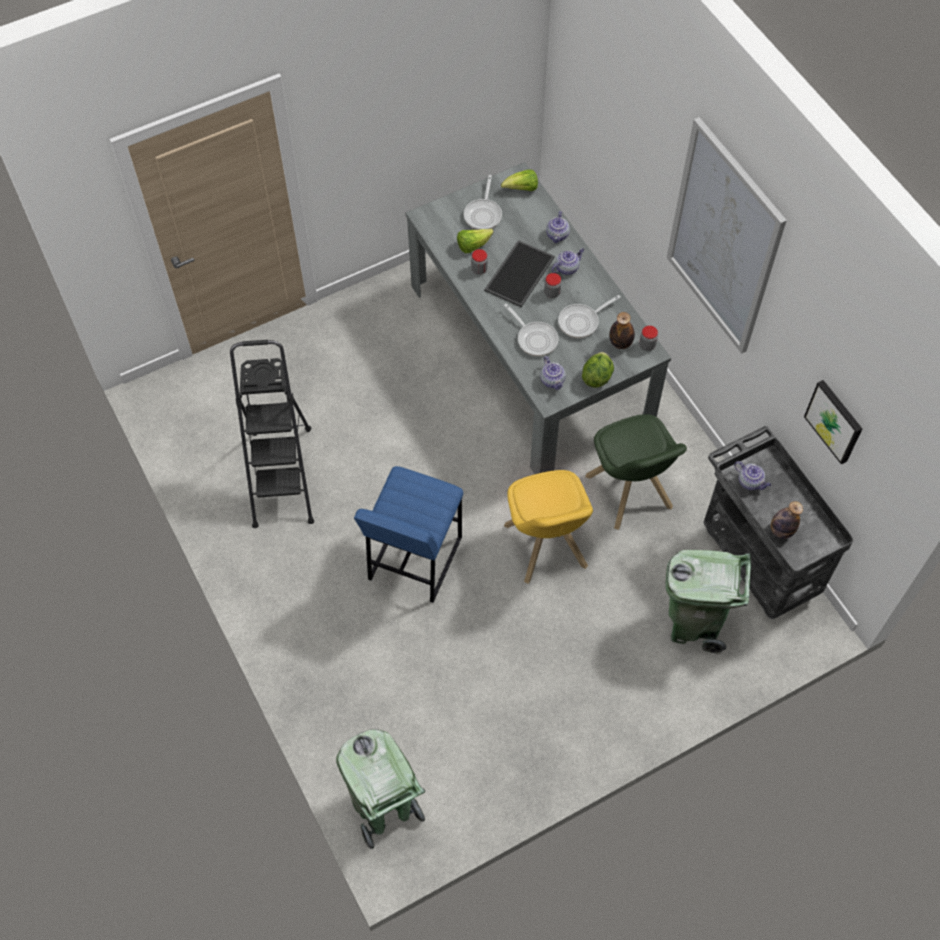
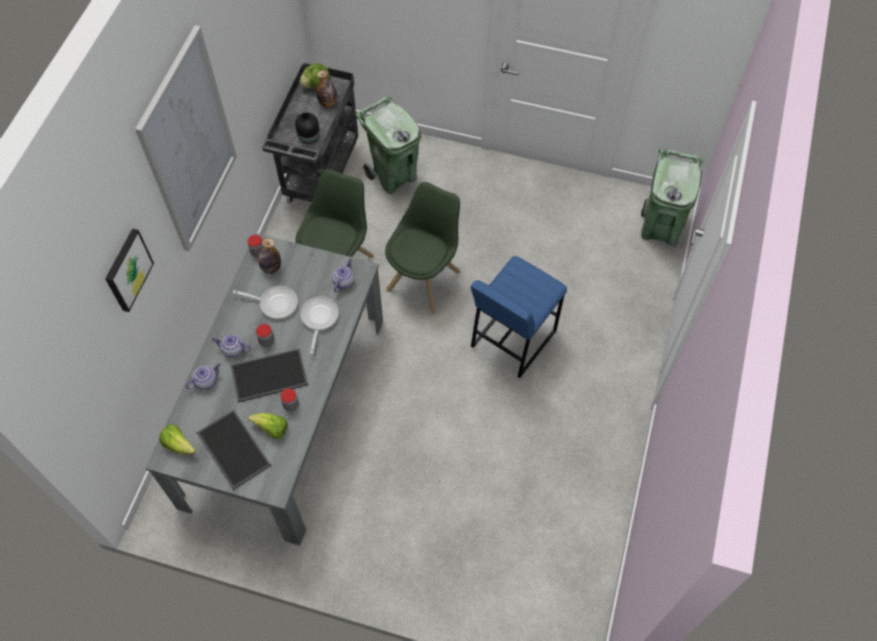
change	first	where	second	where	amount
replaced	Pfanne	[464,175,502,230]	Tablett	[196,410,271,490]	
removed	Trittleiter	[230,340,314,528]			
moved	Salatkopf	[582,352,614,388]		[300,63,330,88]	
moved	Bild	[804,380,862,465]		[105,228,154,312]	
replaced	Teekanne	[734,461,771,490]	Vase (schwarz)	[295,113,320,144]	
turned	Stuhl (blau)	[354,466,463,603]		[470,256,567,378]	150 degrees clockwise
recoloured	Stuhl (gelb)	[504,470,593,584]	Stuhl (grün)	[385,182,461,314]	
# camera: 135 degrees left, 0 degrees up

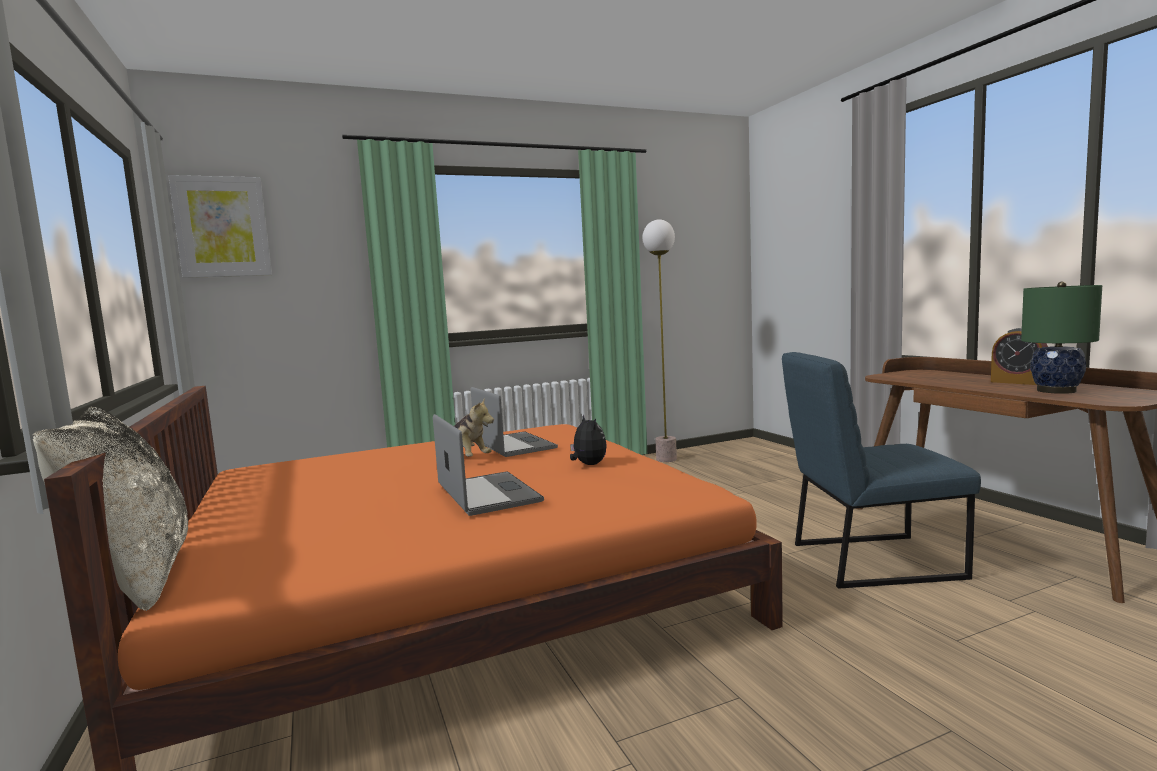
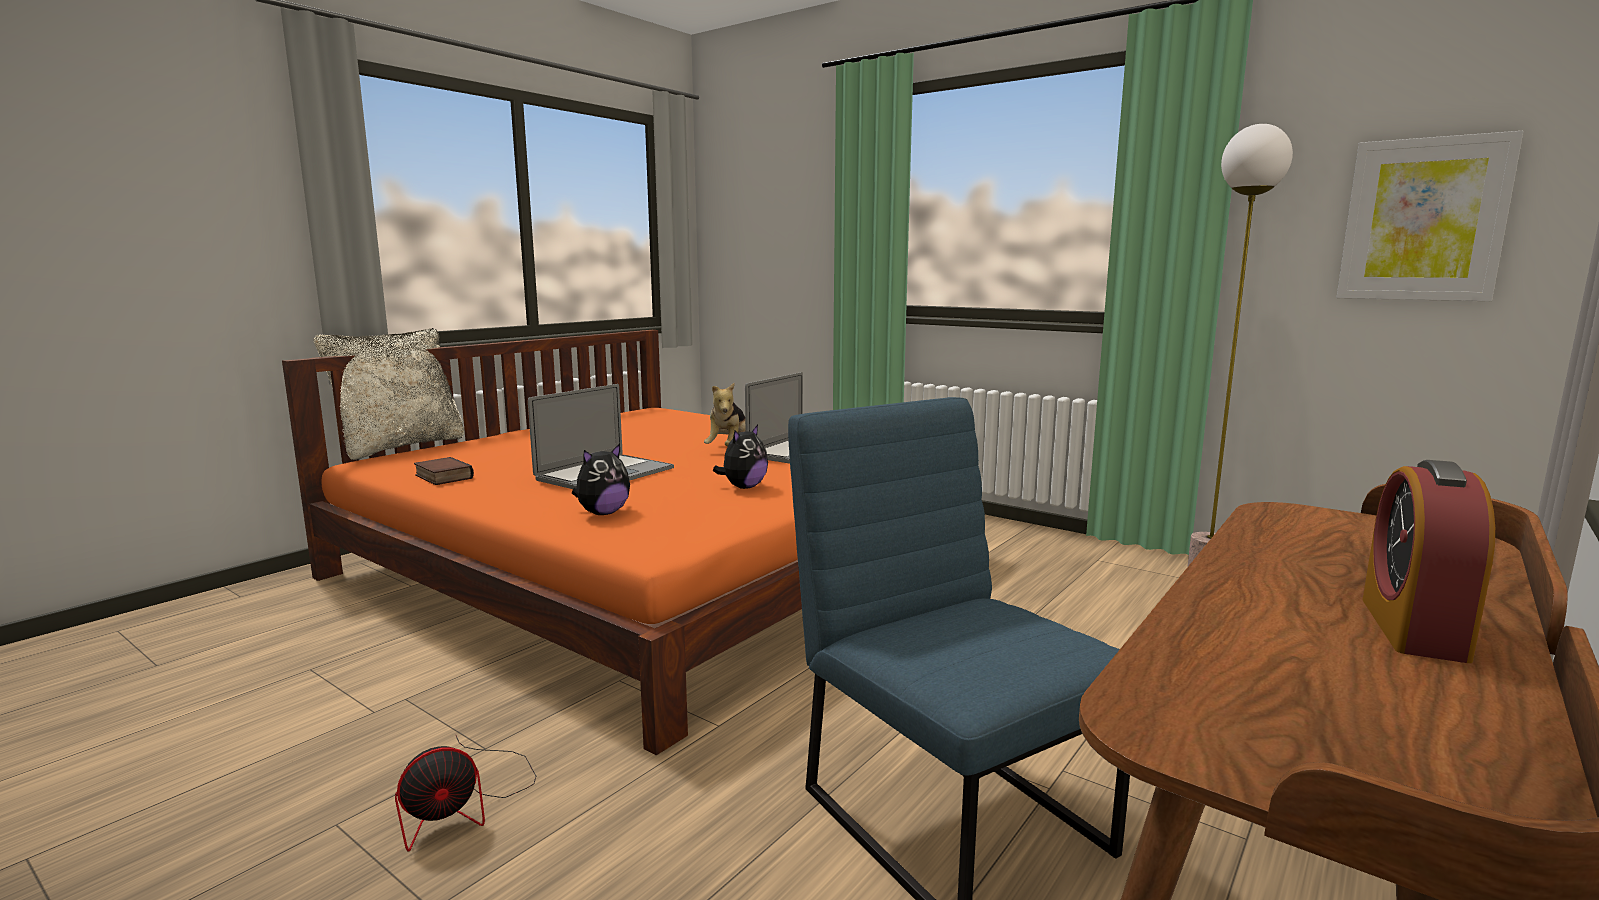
change	first	where	second	where	amount
moved	Bild	[168,175,272,278]		[1336,131,1523,301]	
removed	Tischlampe (grün)	[1021,281,1102,394]			
added			Plüschtier	[572,443,630,515]	
added			Buch	[414,457,474,485]	
added			Ventilator	[395,736,536,852]	
# camera: 60 degrees right, 5 degrees up

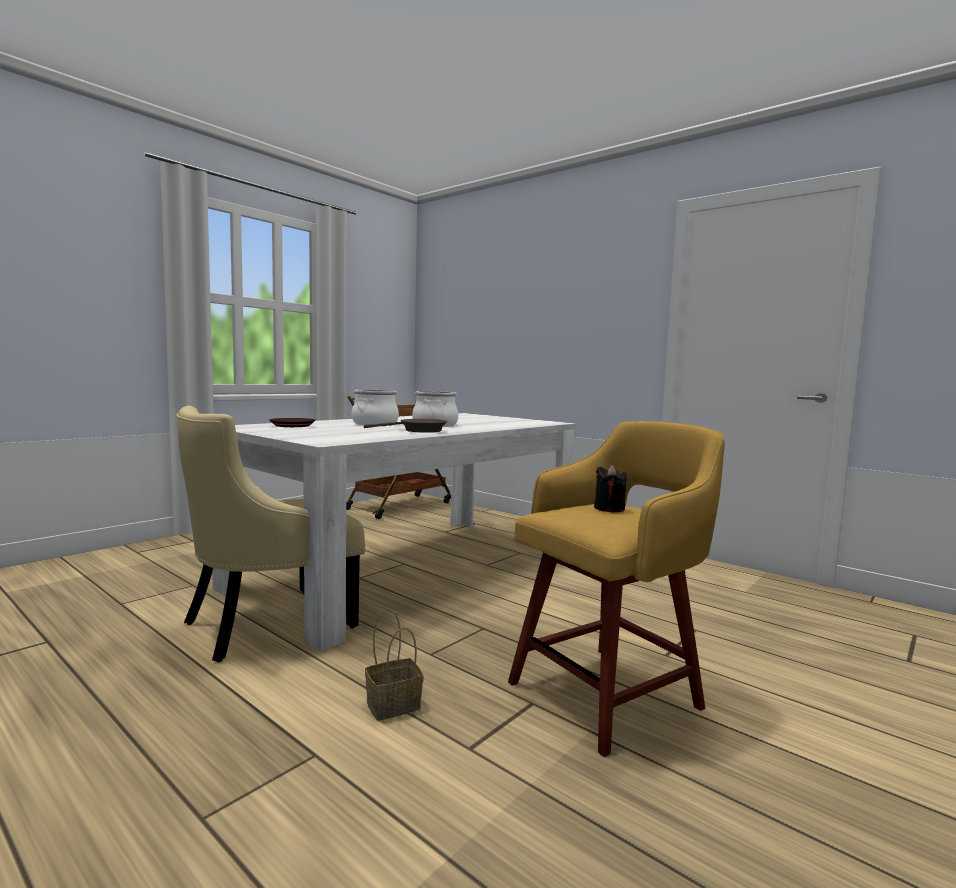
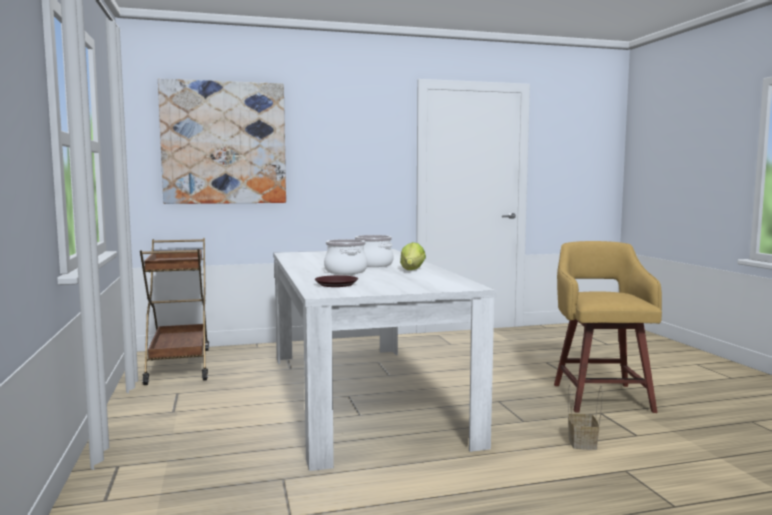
change	first	where	second	where	amount
removed	Stuhl (beige)	[176,406,366,662]			
replaced	Pfanne (braun)	[364,419,447,433]	Salatkopf	[400,242,426,270]	
removed	Kerze (schwarz)	[594,465,627,512]			
added			Bild	[158,79,286,204]	
# camera: 55 degrees left, 0 degrees up

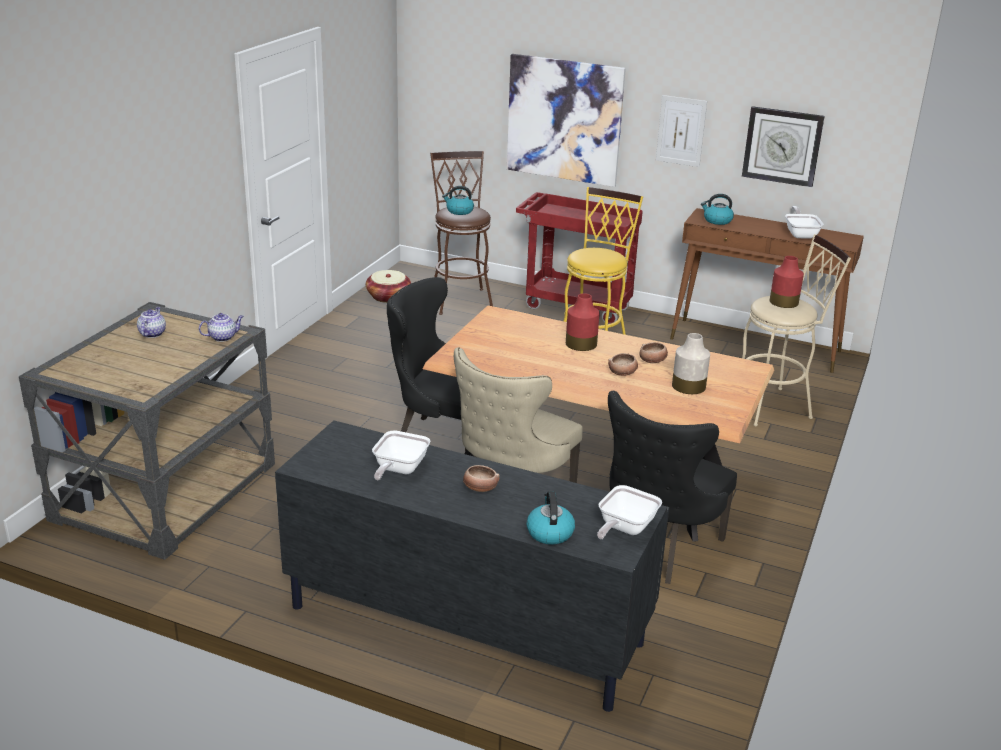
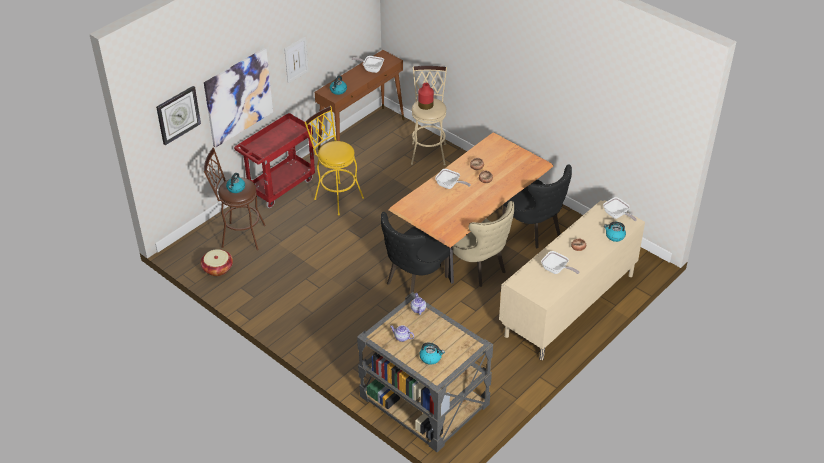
change	first	where	second	where	amount
moved	Wanduhr	[742,106,824,187]		[156,86,201,145]	
replaced	Vase (rot)	[566,293,600,351]	Pfanne	[435,169,471,189]	
removed	Vase (beige)	[672,333,710,394]			
recoloured	Schrank (schwarz)	[275,420,669,712]	Schrank (beige)	[499,200,645,360]	
added			Wasserkessel	[419,343,445,365]	
# camera: 70 degrees left, 15 degrees up

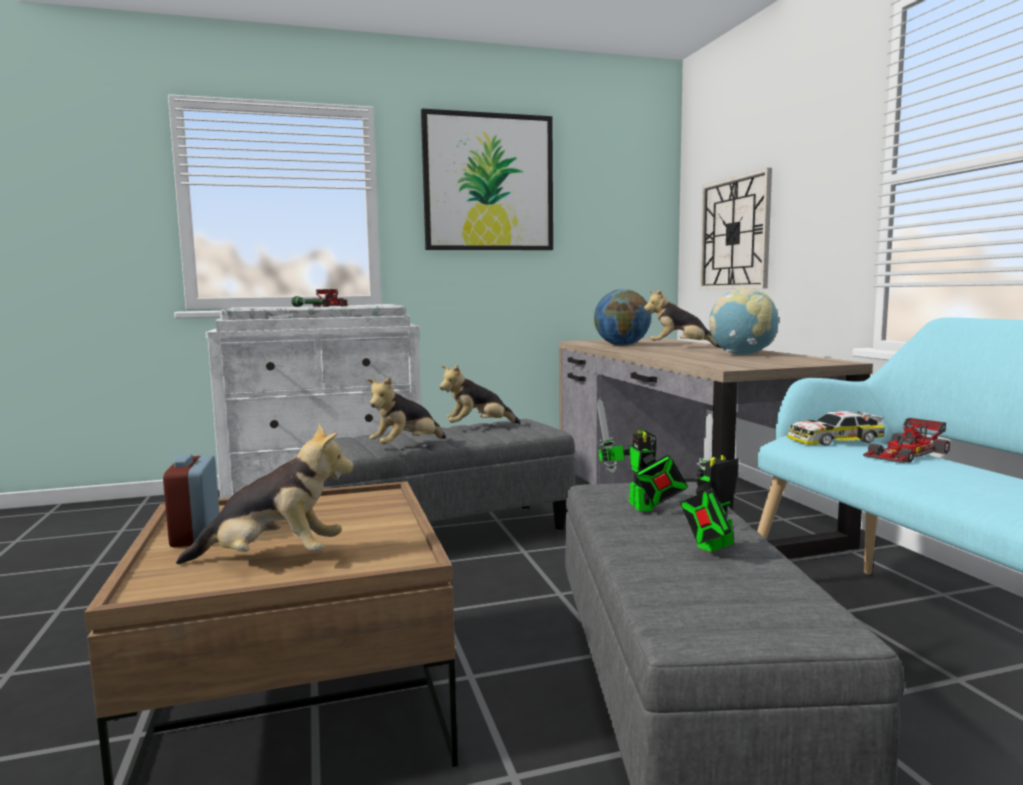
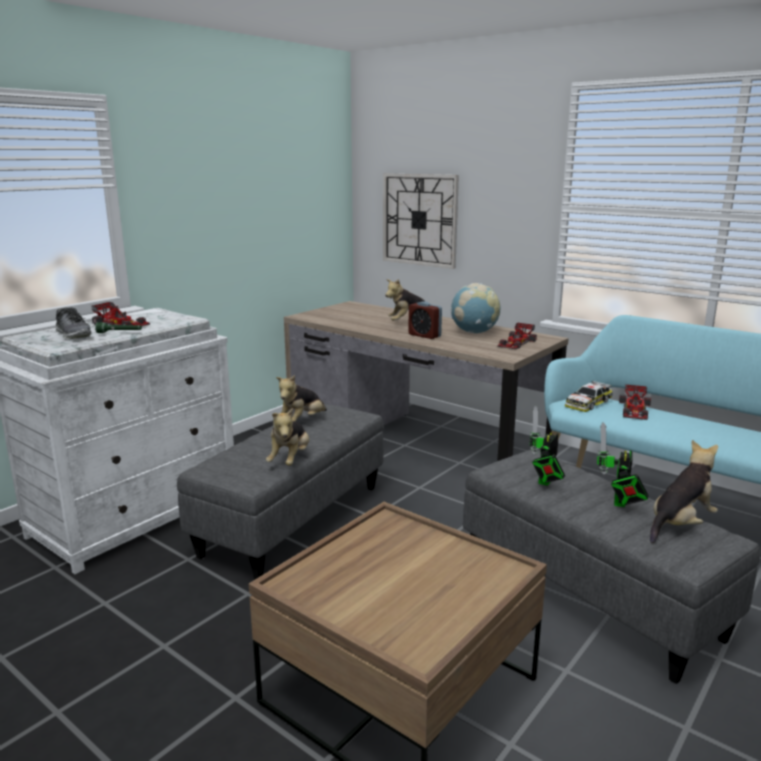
change	first	where	second	where	amount
removed	Bild	[421,109,553,250]			
removed	Globus	[594,289,651,346]			
turned	Spielzeugroboter	[597,398,688,512]		[530,405,565,486]	75 degrees clockwise
moved	Plüschtier	[176,424,354,564]		[650,440,718,543]	
moved	Wecker	[163,454,220,547]		[408,301,442,339]	
added			Schuh	[56,307,92,339]	
added			Spielzeugauto	[497,323,537,349]	
# camera: 35 degrees left, 10 degrees up

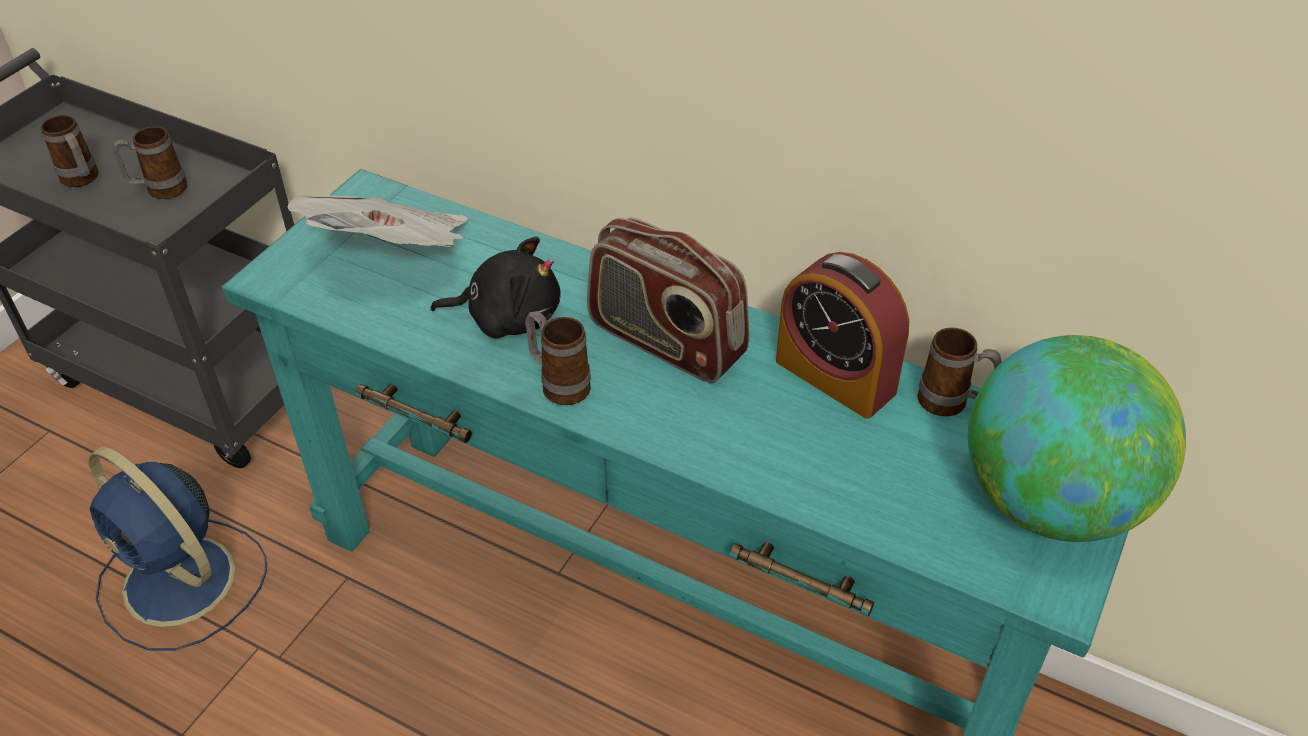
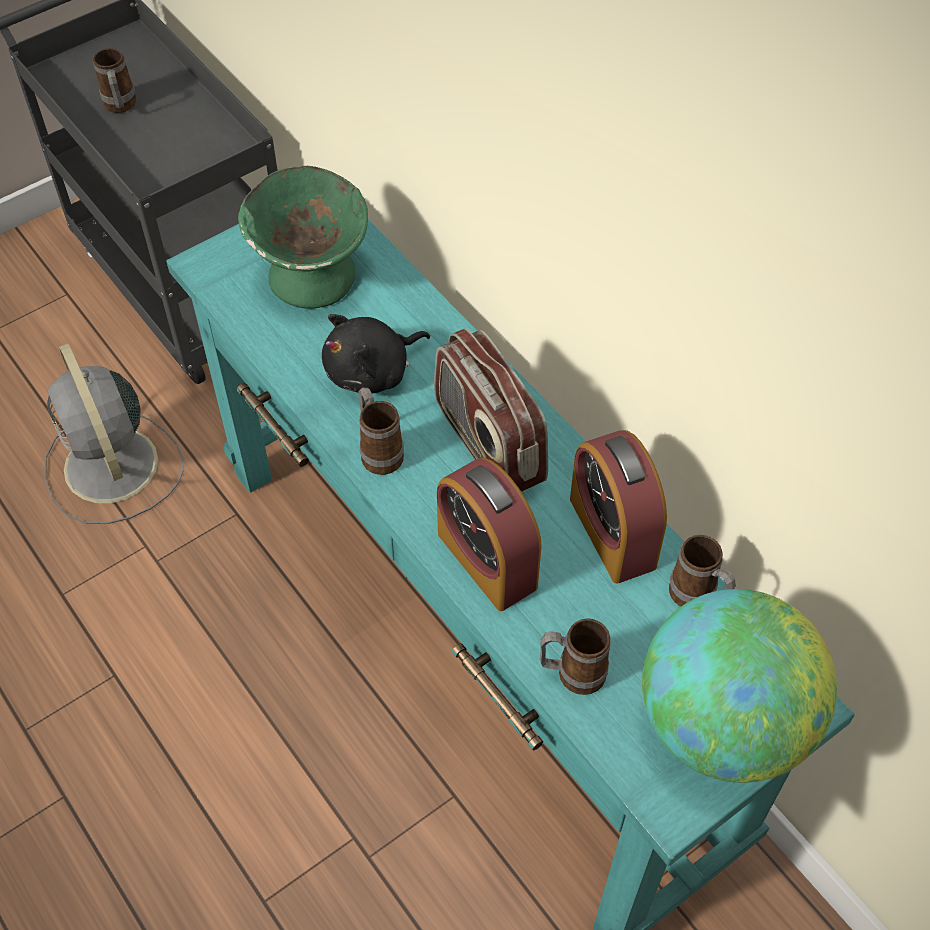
change	first	where	second	where	amount
moved	Henkelbecher	[113,126,187,199]		[540,619,611,695]	
replaced	Zeitung	[287,195,468,247]	Schüssel (grün)	[238,166,368,309]	
turned	Plüschtier (schwarz)	[430,237,560,339]		[322,314,430,393]	120 degrees clockwise
recoloured	Ventilator (blau)	[88,447,267,651]	Ventilator (grau)	[44,344,184,524]	
added			Wecker	[437,458,541,611]	
# camera: 25 degrees right, 10 degrees up

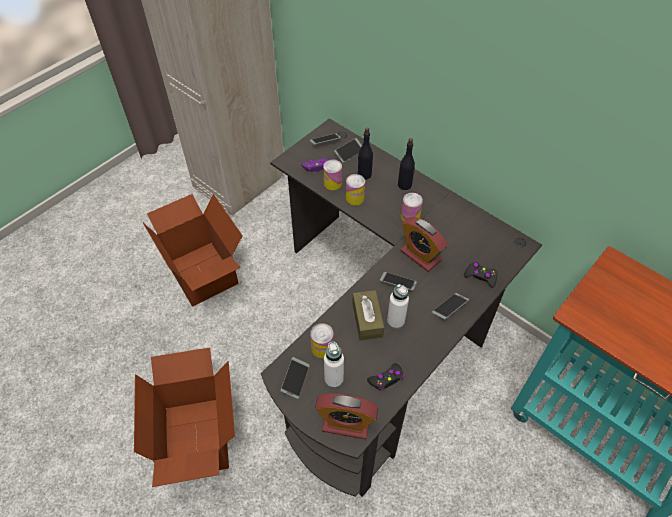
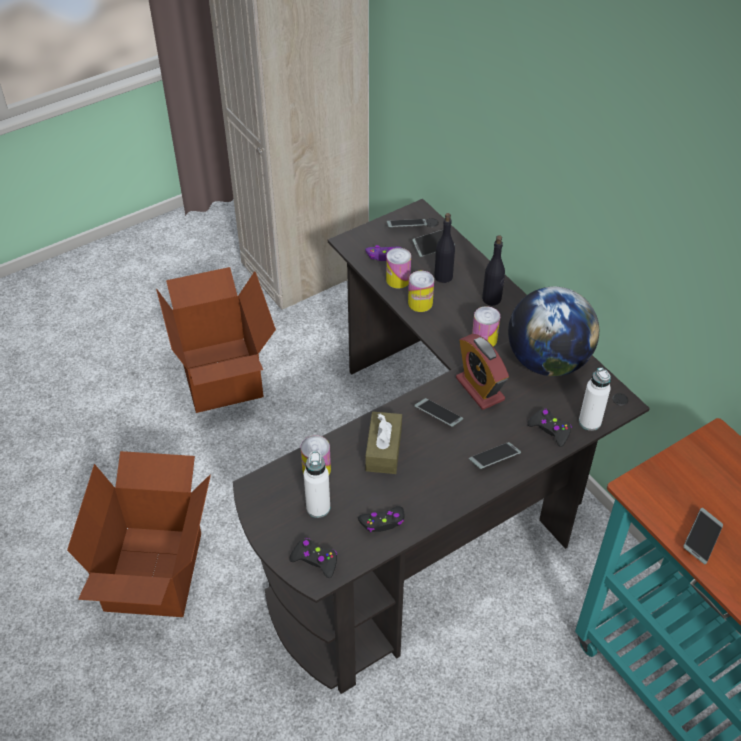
change	first	where	second	where	amount
moved	Flasche (weiß)	[387,284,409,329]		[579,367,611,431]	
moved	Handy	[280,357,310,399]		[683,508,723,564]	
replaced	Wecker	[315,393,378,439]	Gamepad (schwarz)	[289,538,337,578]	
added			Globus	[508,286,599,376]	
# camera: 15 degrees right, 5 degrees down

